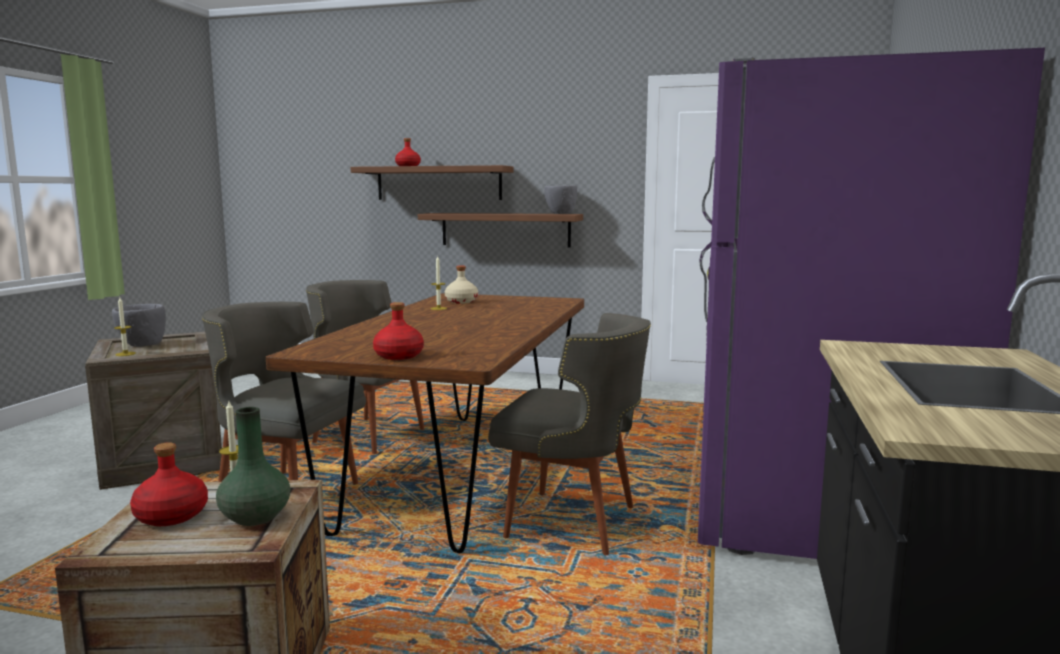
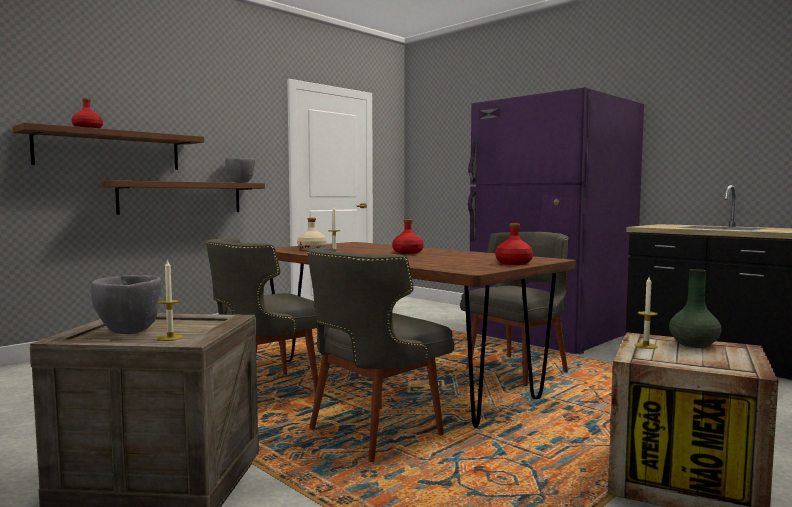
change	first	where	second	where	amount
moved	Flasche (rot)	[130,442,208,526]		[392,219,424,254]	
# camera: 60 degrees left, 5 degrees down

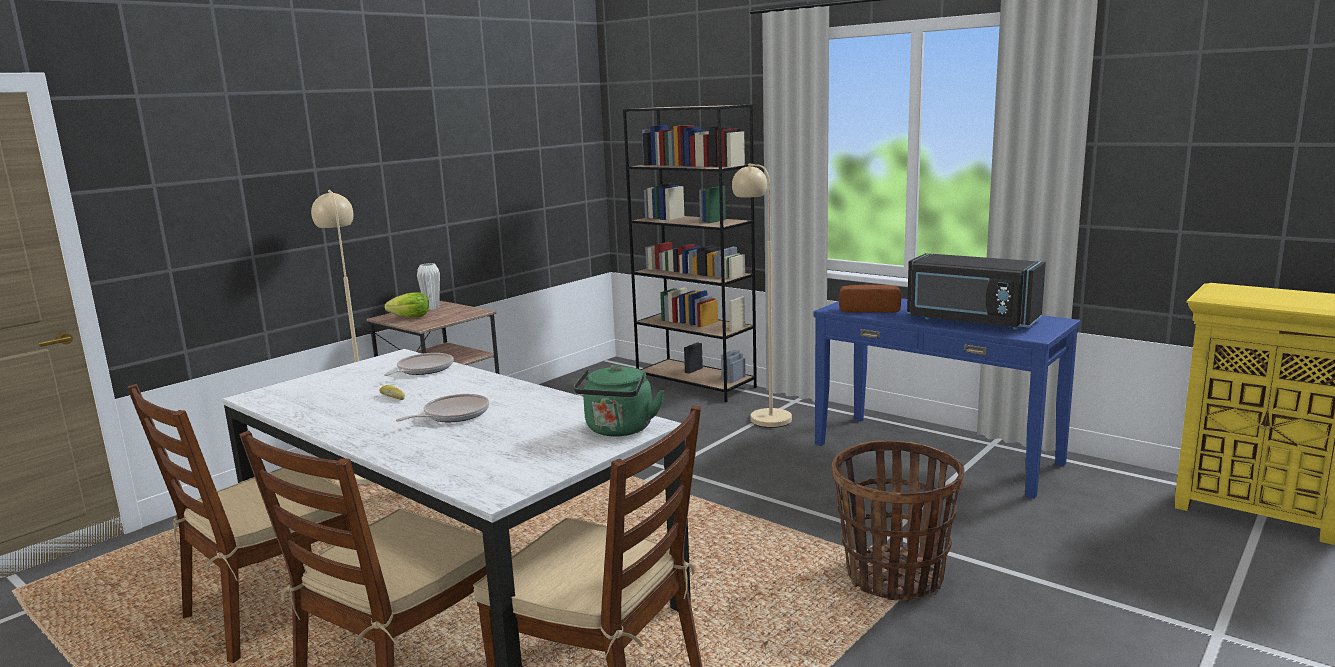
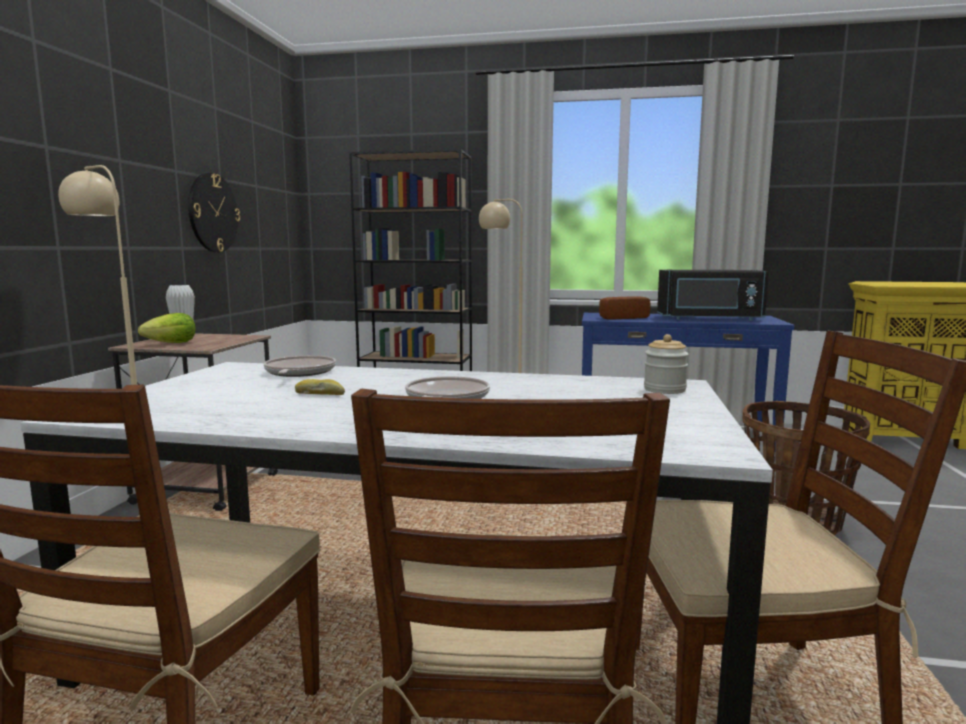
change	first	where	second	where	amount
replaced	Wasserkessel (grün)	[573,365,665,436]	Vorratsglas	[644,334,689,394]	
added			Wanduhr	[188,172,240,252]	
# camera: 30 degrees left, 5 degrees down

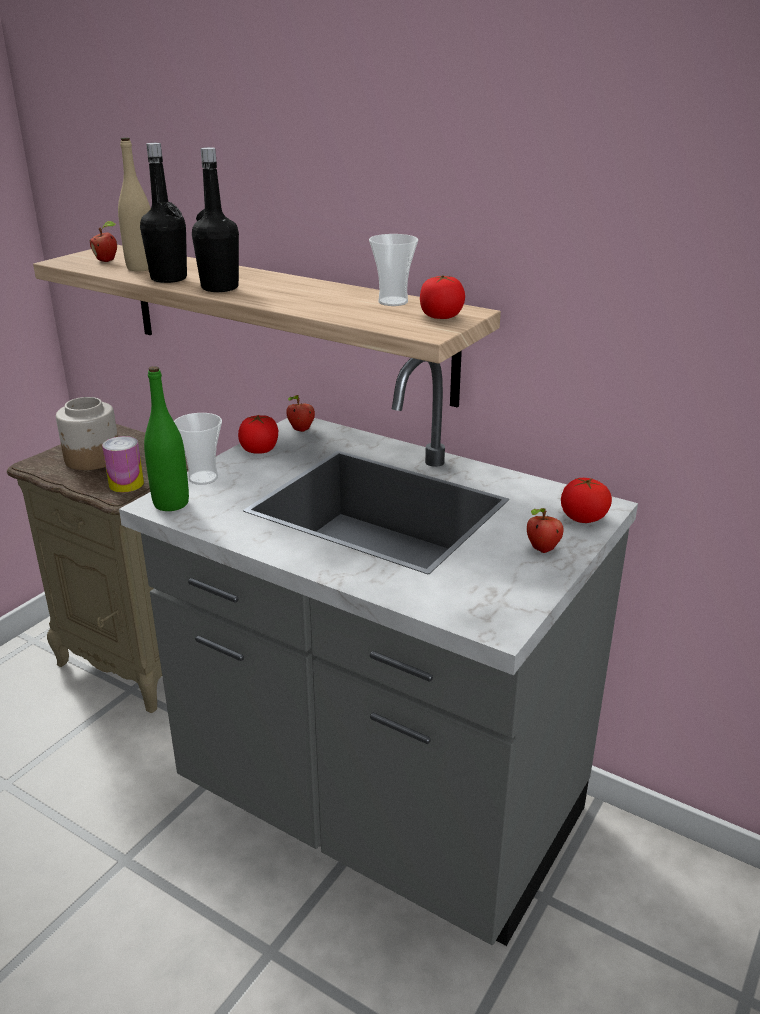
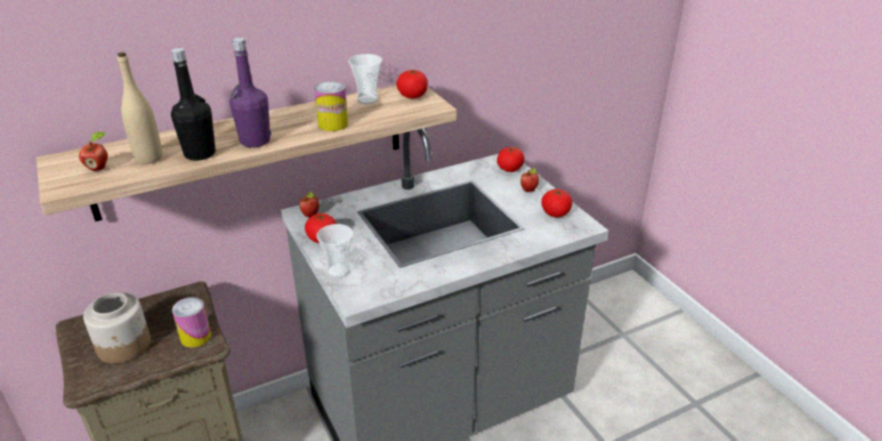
change	first	where	second	where	amount
recoloured	Flasche (schwarz)	[192,147,239,292]	Flasche (lila)	[229,38,271,148]	
removed	Flasche (grün)	[144,366,189,511]			
added			Dose	[314,81,348,131]	
added			Tomate	[541,189,572,217]	
# camera: 60 degrees left, 5 degrees up

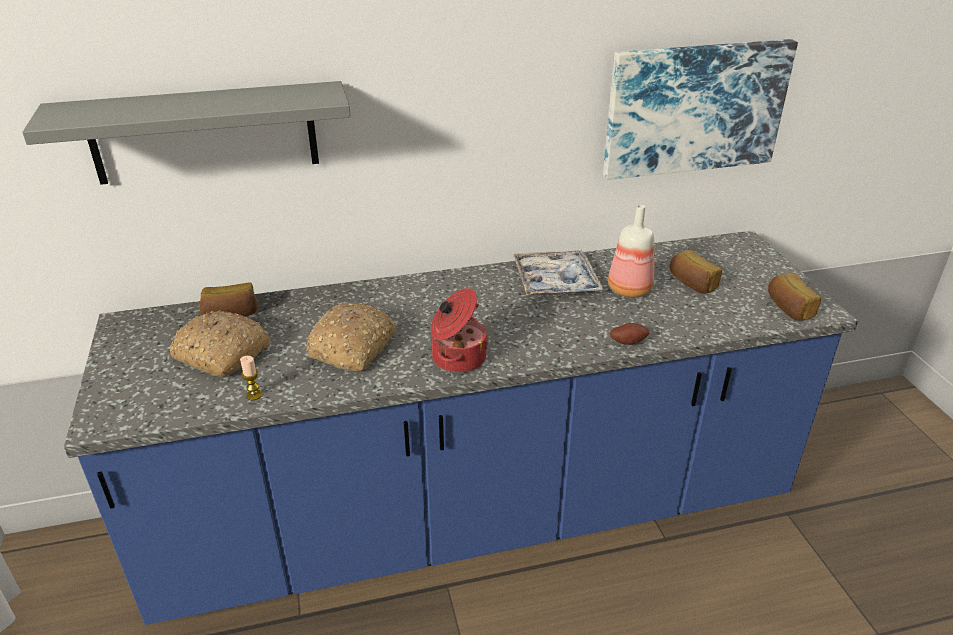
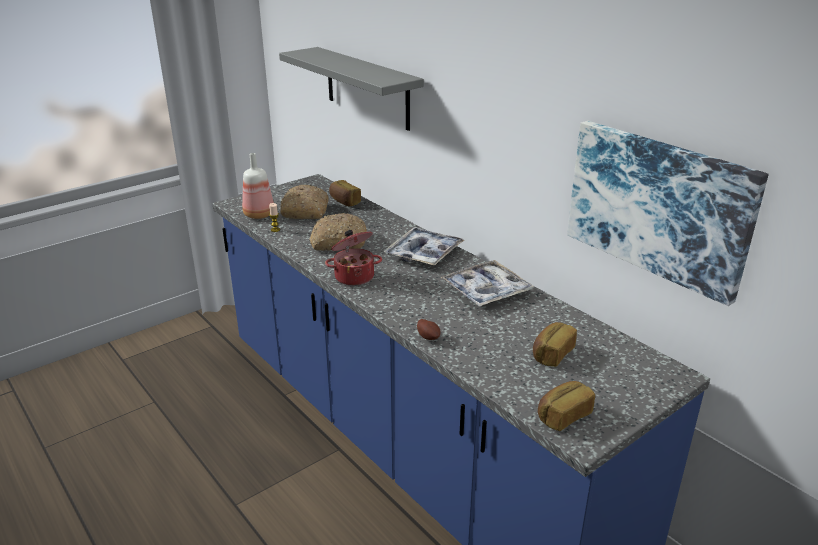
change	first	where	second	where	amount
moved	Flasche	[608,205,654,297]		[242,153,274,219]	
added			Tablett	[384,227,465,266]	
# camera: 65 degrees right, 5 degrees down

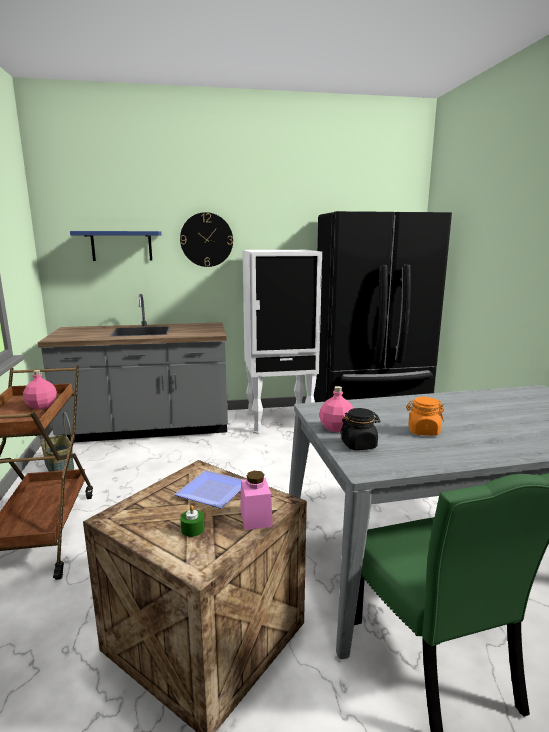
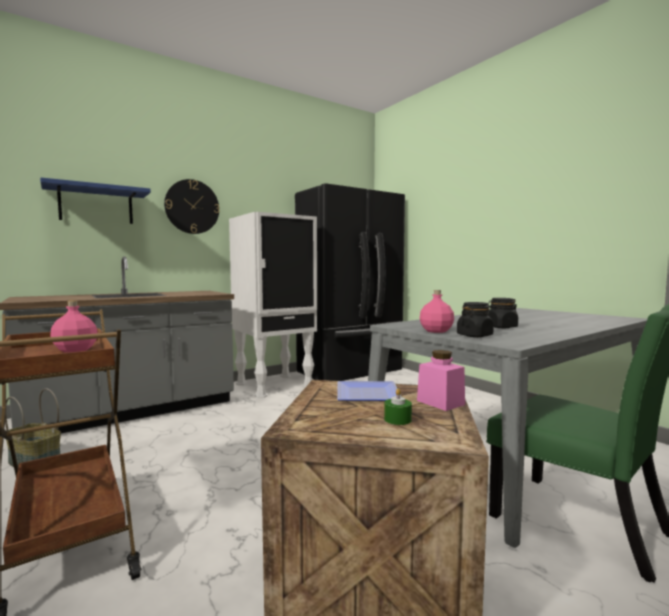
change	first	where	second	where	amount
recoloured	Vorratsglas (orange)	[406,397,444,436]	Vorratsglas (schwarz)	[488,298,518,328]	
# camera: 25 degrees left, 10 degrees down

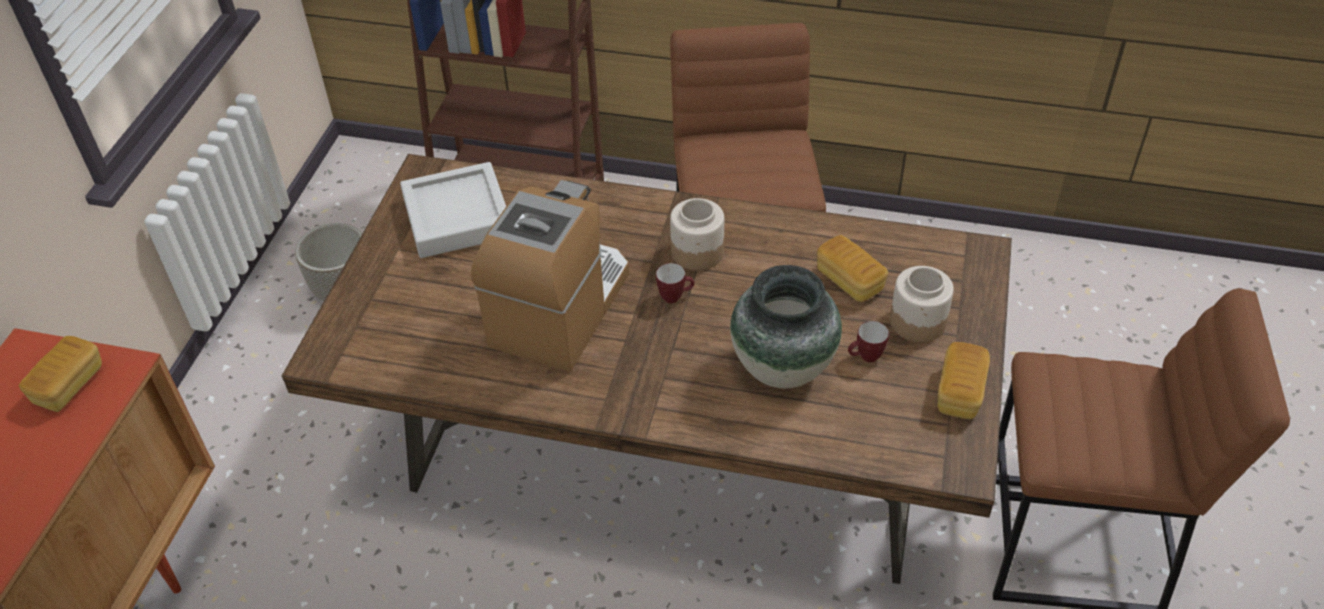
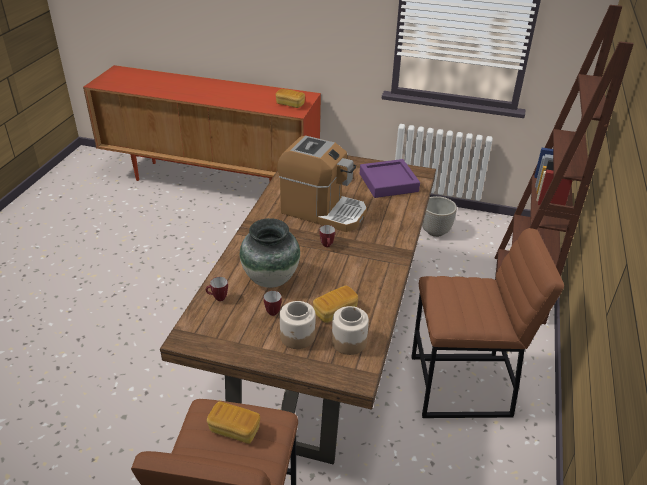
change	first	where	second	where	amount
recoloured	Tablett (grau)	[400,162,506,258]	Tablett (lila)	[360,159,420,198]	
moved	Vorratsglas	[670,198,724,271]		[332,306,369,355]	
moved	Brot	[938,342,990,419]		[207,402,260,444]	
added			Henkelbecher	[206,277,228,301]	
# camera: 90 degrees right, 10 degrees down

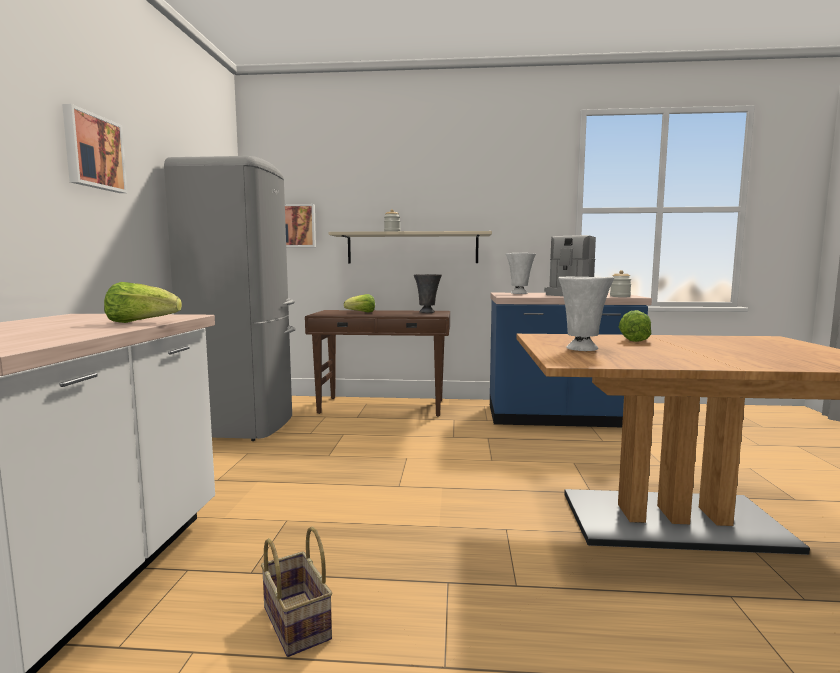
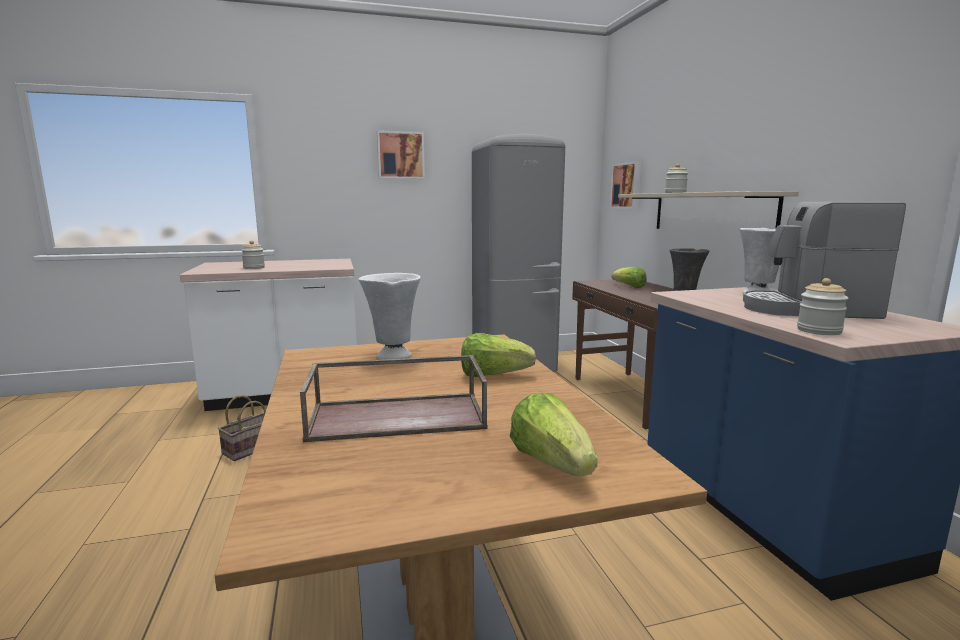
change	first	where	second	where	amount
moved	Salatkopf	[104,282,182,323]		[510,393,597,476]	
added			Vorratsglas	[241,240,265,269]	
added			Tablett (braun)	[300,355,488,442]	
# camera: 70 degrees right, 5 degrees up

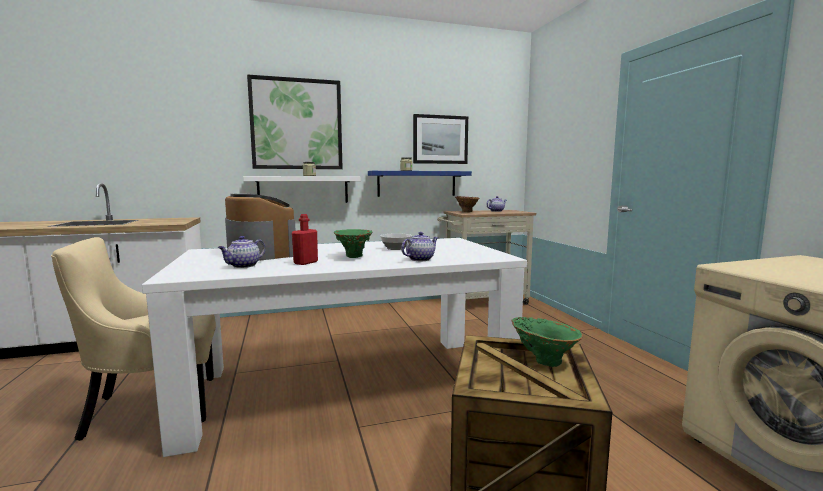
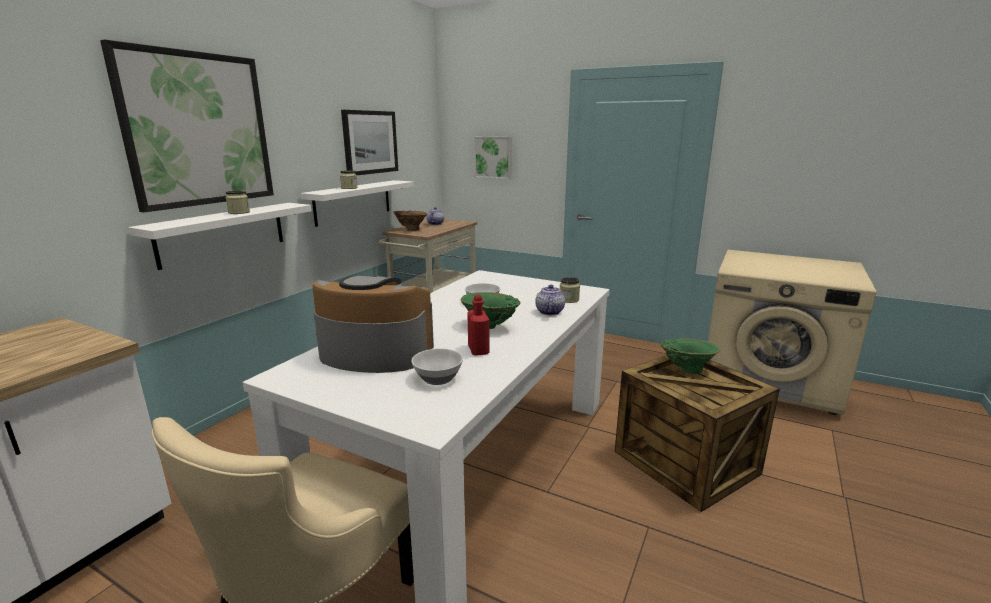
change	first	where	second	where	amount
recoloured	Wandregal (blau)	[368,171,472,197]	Wandregal (weiß)	[301,180,414,227]	
replaced	Teekanne	[218,236,265,268]	Schüssel	[411,348,463,385]	
added			Bild	[474,137,512,179]	
added			Vorratsglas	[560,277,580,303]	
# camera: 45 degrees left, 10 degrees up

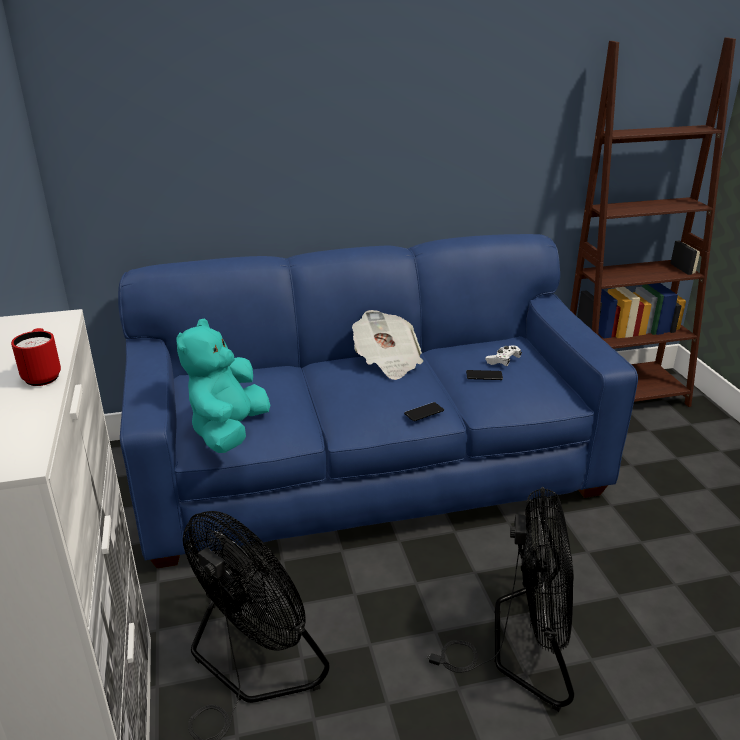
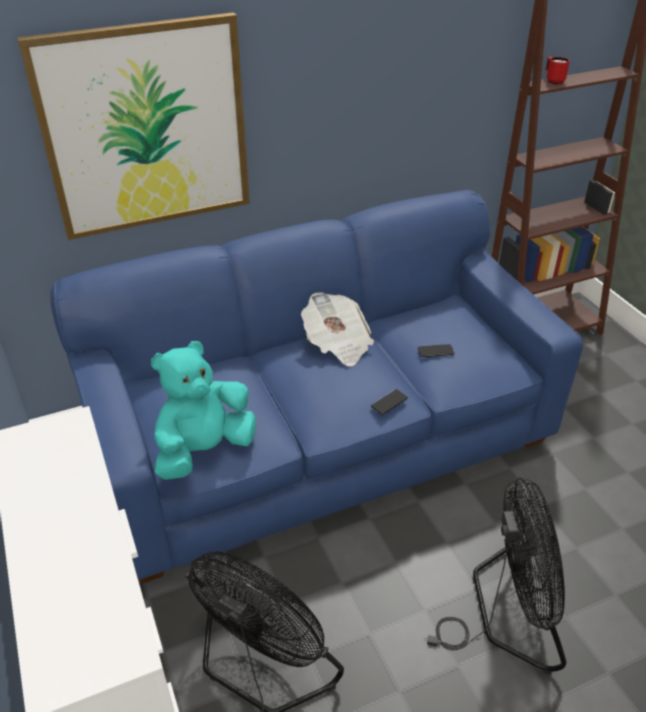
change	first	where	second	where	amount
turned	Plüschtier (türkis)	[176,319,270,453]		[151,341,256,480]	45 degrees clockwise
moved	Henkelbecher (rot)	[11,328,61,386]		[545,57,570,84]	
removed	Gamepad (weiß)	[485,345,522,366]			
added			Bild	[17,12,250,240]	
# camera: 10 degrees left, 10 degrees up

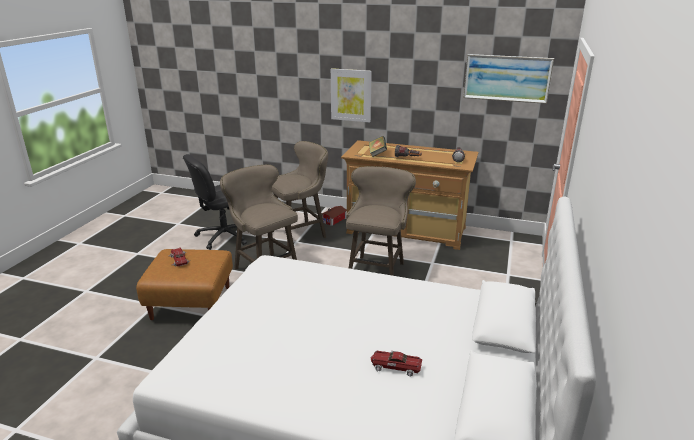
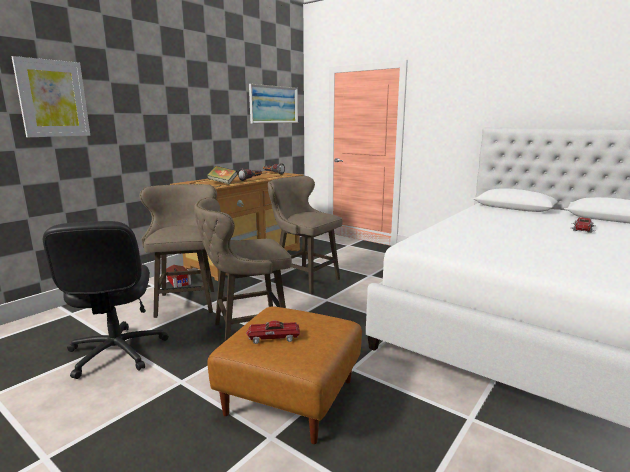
change	first	where	second	where	amount
moved	Bild	[331,68,372,122]		[12,56,90,137]	
# camera: 70 degrees left, 10 degrees down

